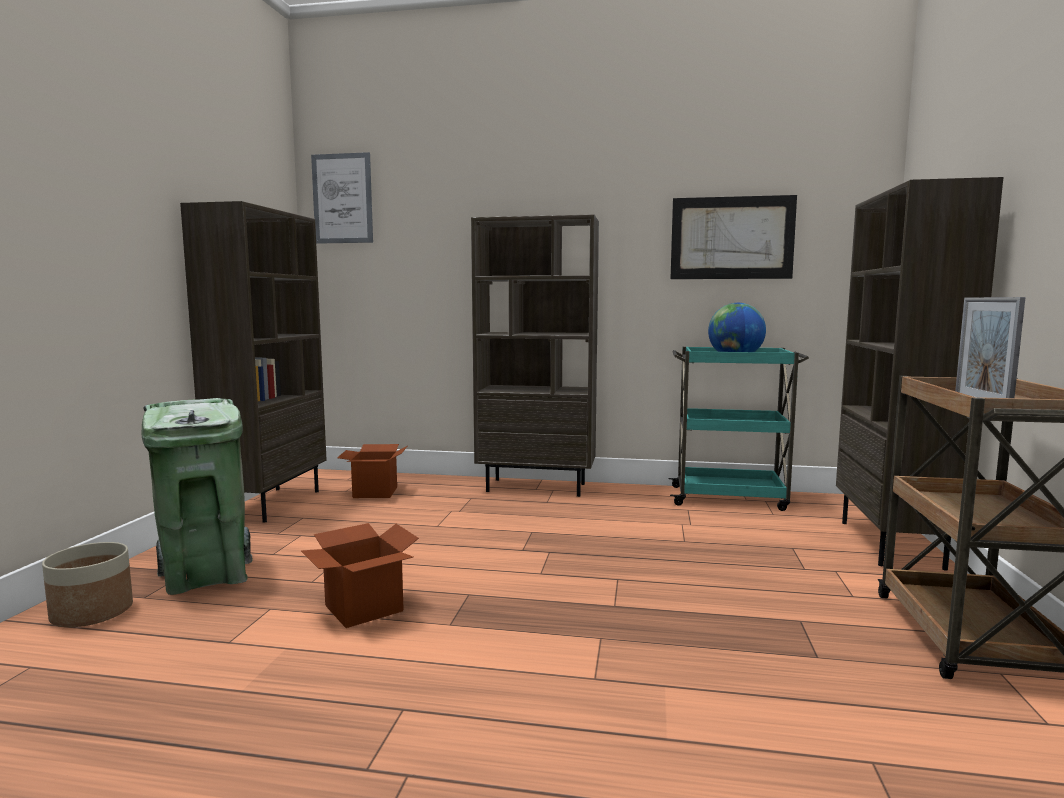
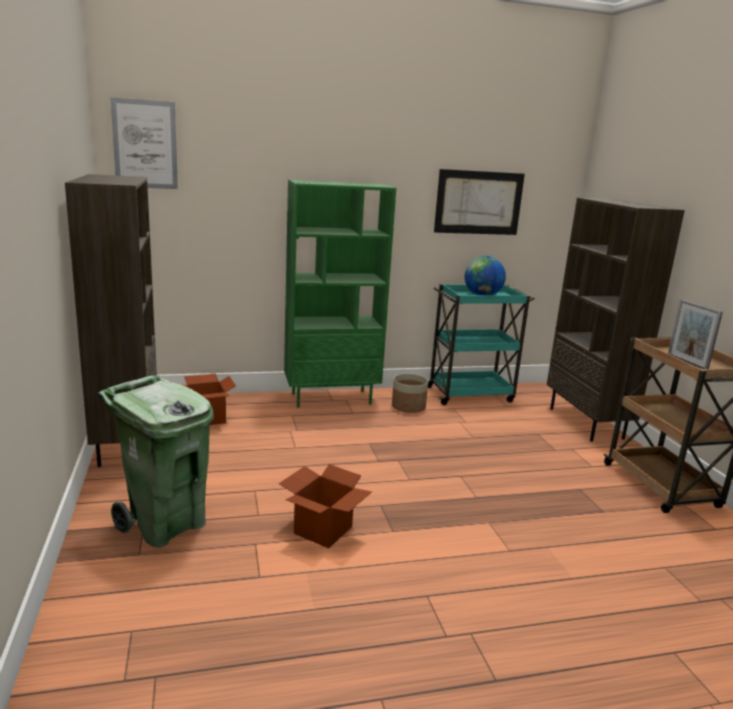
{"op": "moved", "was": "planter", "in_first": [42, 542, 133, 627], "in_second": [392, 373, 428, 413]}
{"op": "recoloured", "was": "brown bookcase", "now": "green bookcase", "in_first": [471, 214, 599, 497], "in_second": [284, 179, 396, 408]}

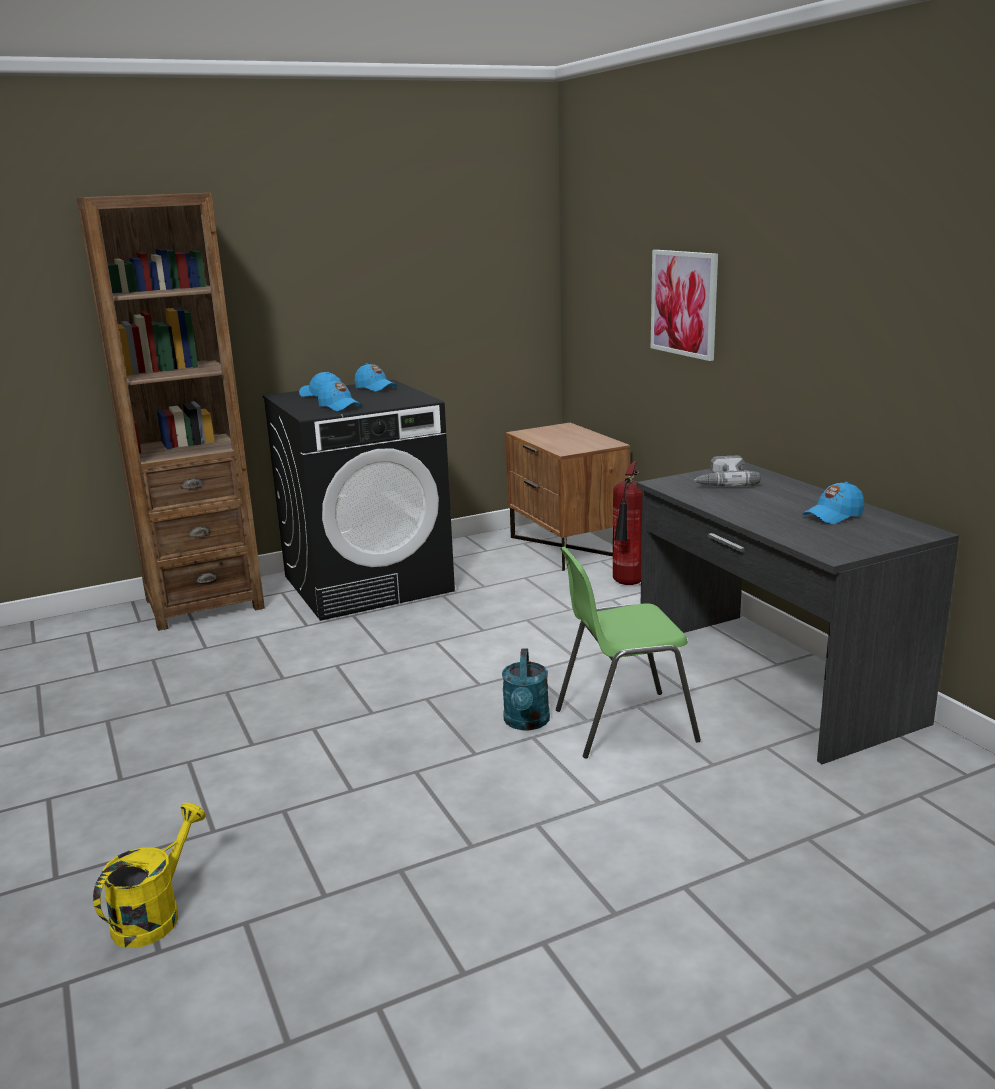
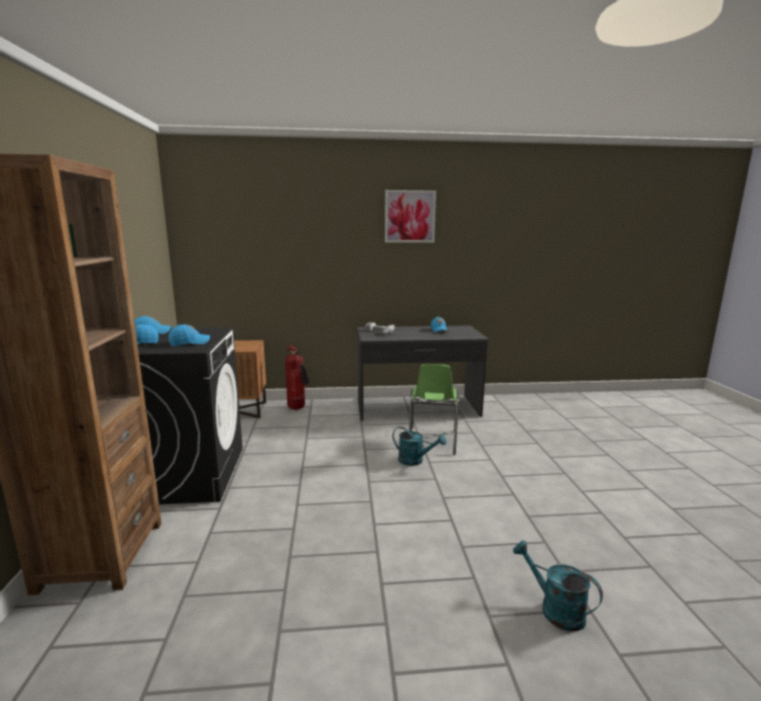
{"op": "recoloured", "was": "yellow watering can", "now": "turquoise watering can", "in_first": [93, 803, 206, 948], "in_second": [513, 541, 603, 631]}
{"op": "moved", "was": "picture", "in_first": [651, 250, 718, 361], "in_second": [385, 190, 436, 243]}

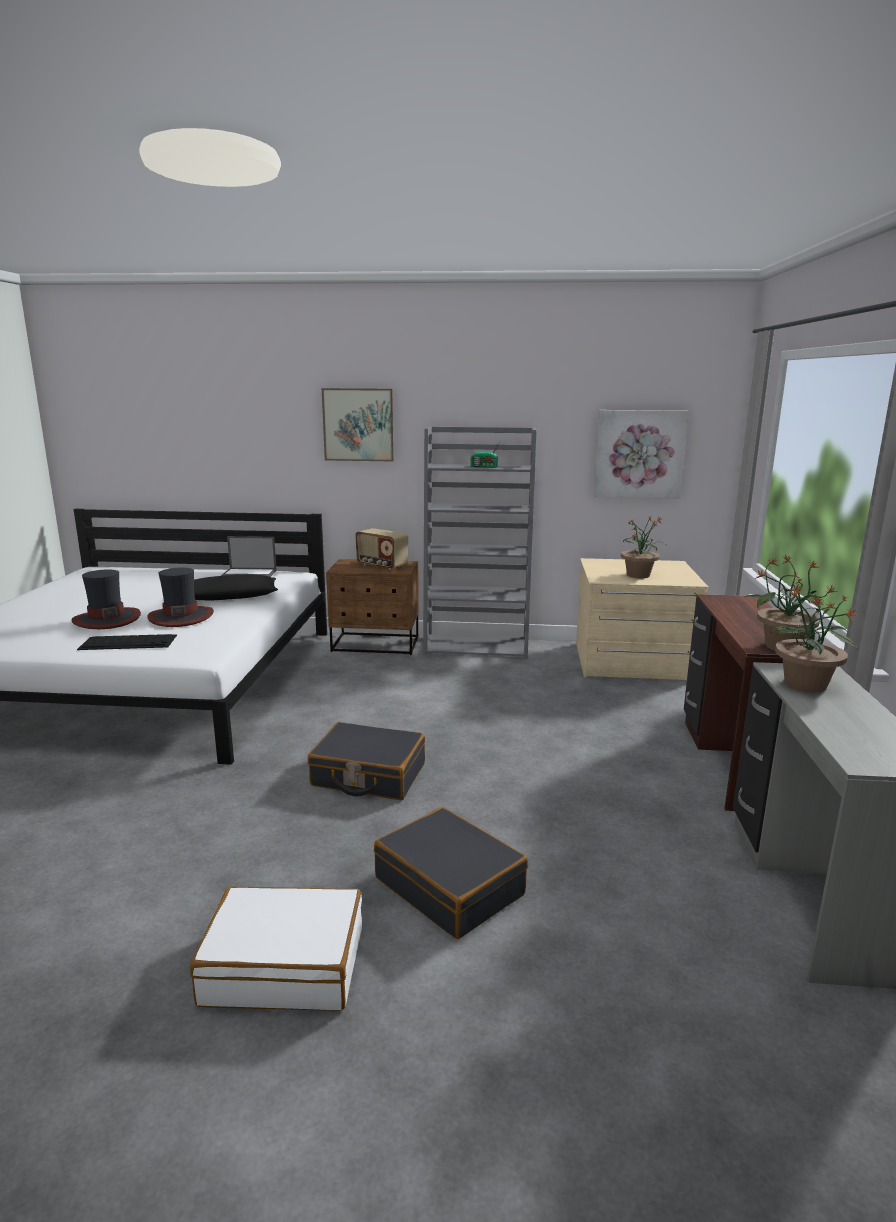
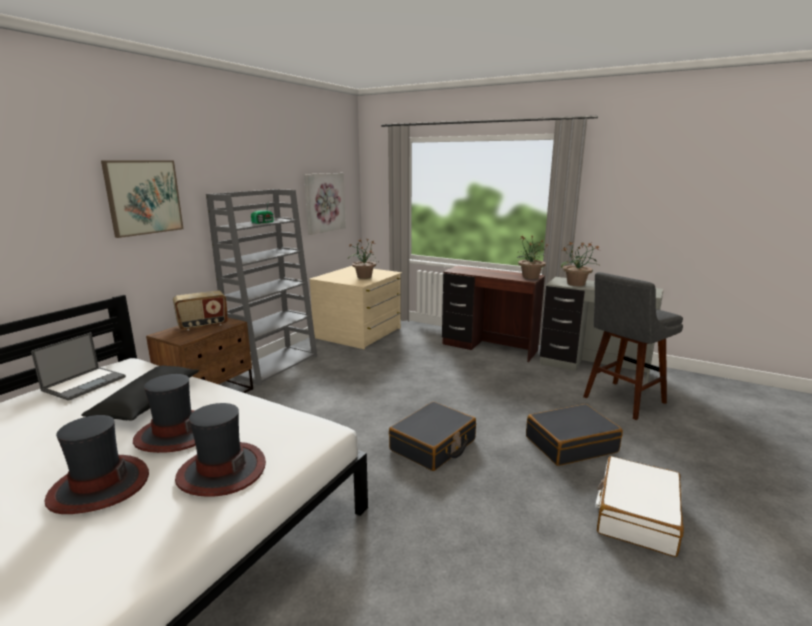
{"op": "replaced", "was": "keyboard", "now": "hat", "in_first": [77, 634, 177, 650], "in_second": [175, 403, 266, 497]}
{"op": "added", "now": "grey stool", "in_second": [583, 272, 683, 420]}

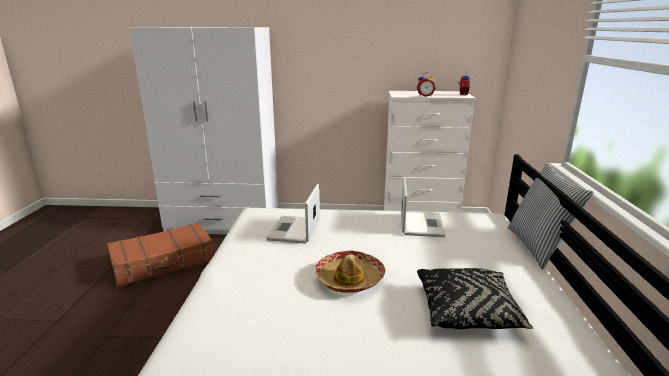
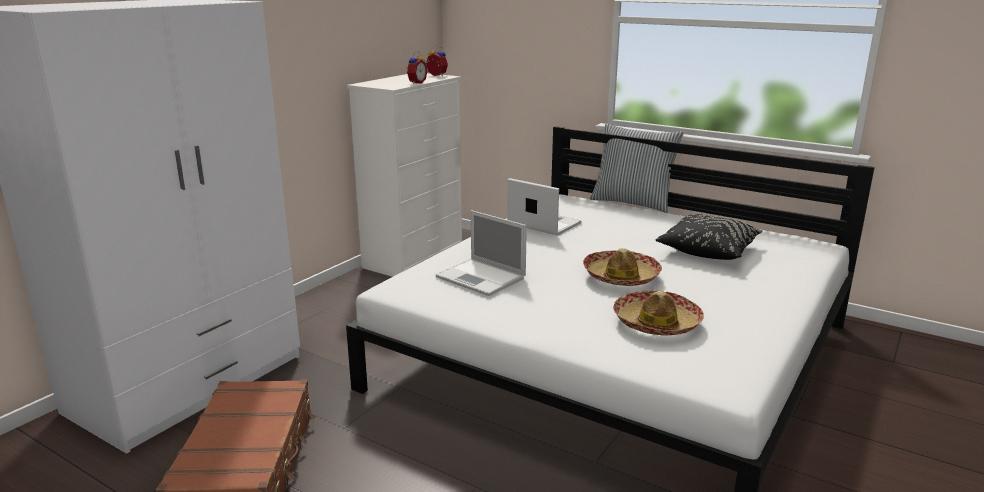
{"op": "added", "now": "hat", "in_second": [613, 291, 704, 335]}

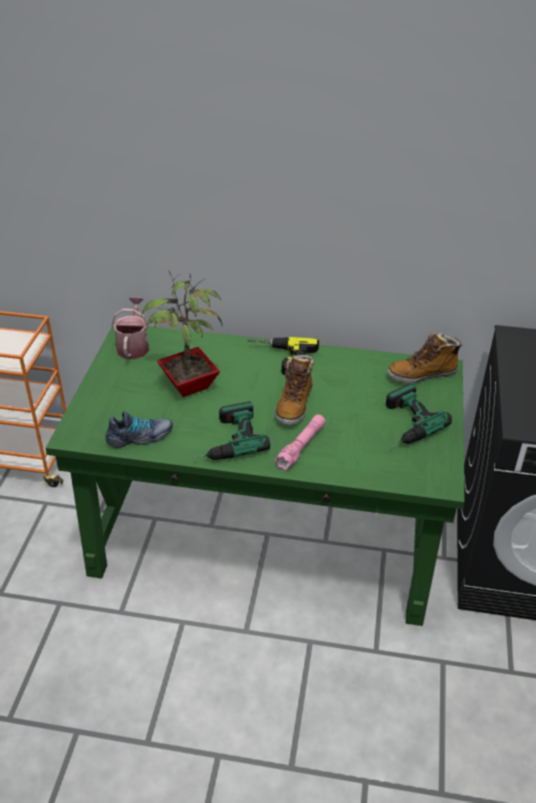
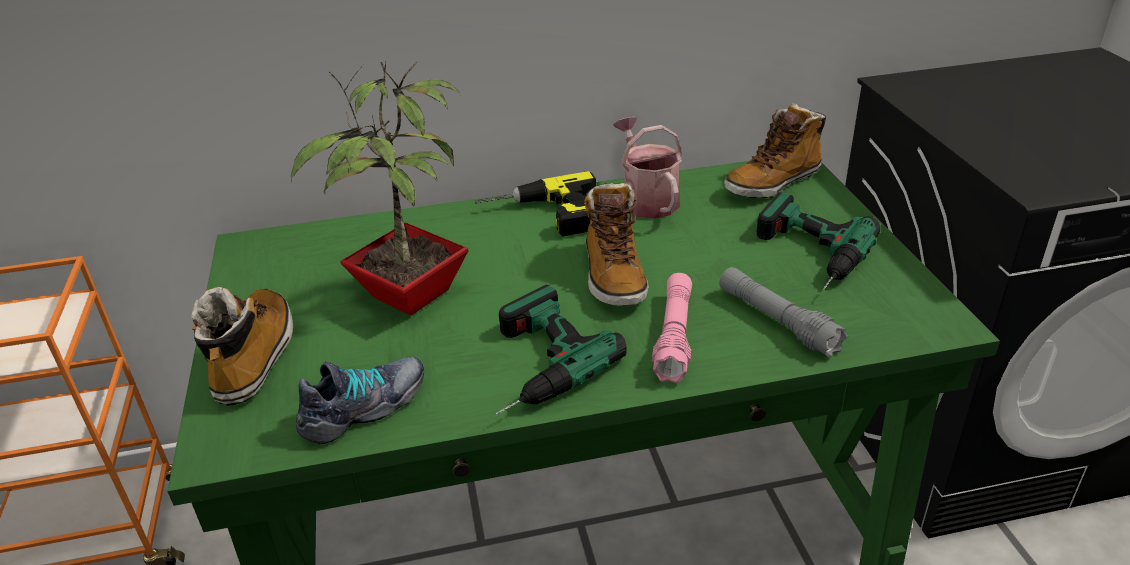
{"op": "moved", "was": "watering can", "in_first": [112, 297, 149, 359], "in_second": [613, 117, 683, 219]}
{"op": "added", "now": "boot", "in_second": [192, 286, 293, 406]}
{"op": "added", "now": "grey flashlight", "in_second": [719, 267, 848, 358]}

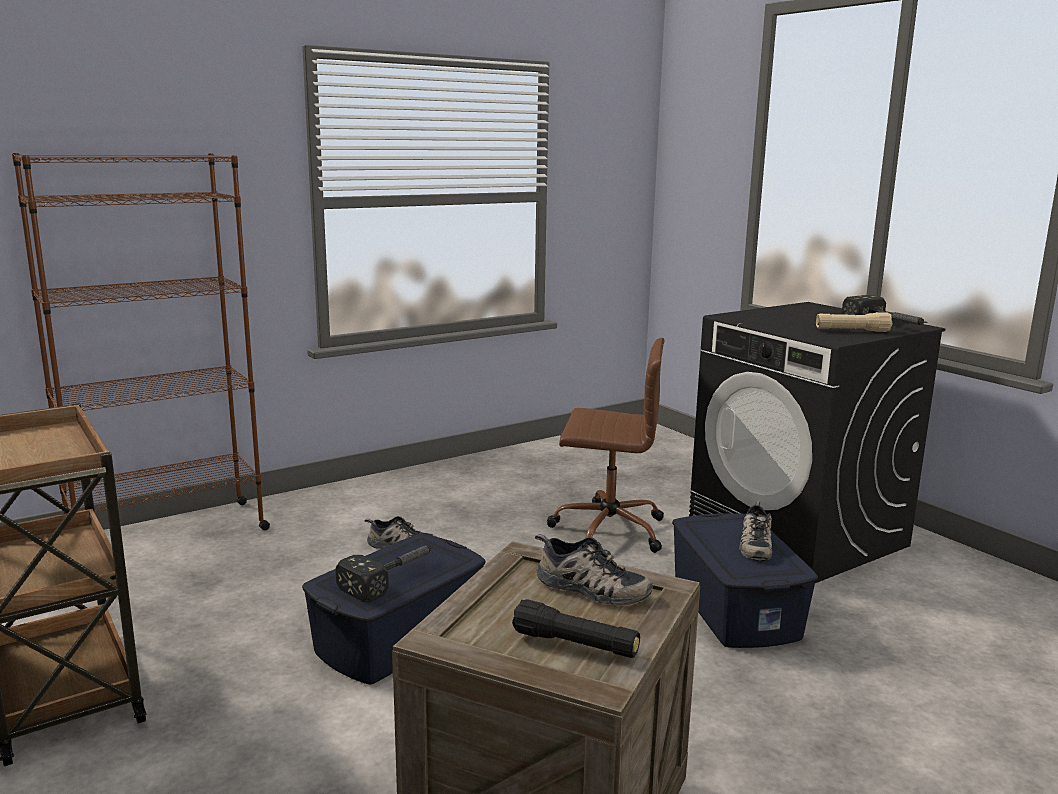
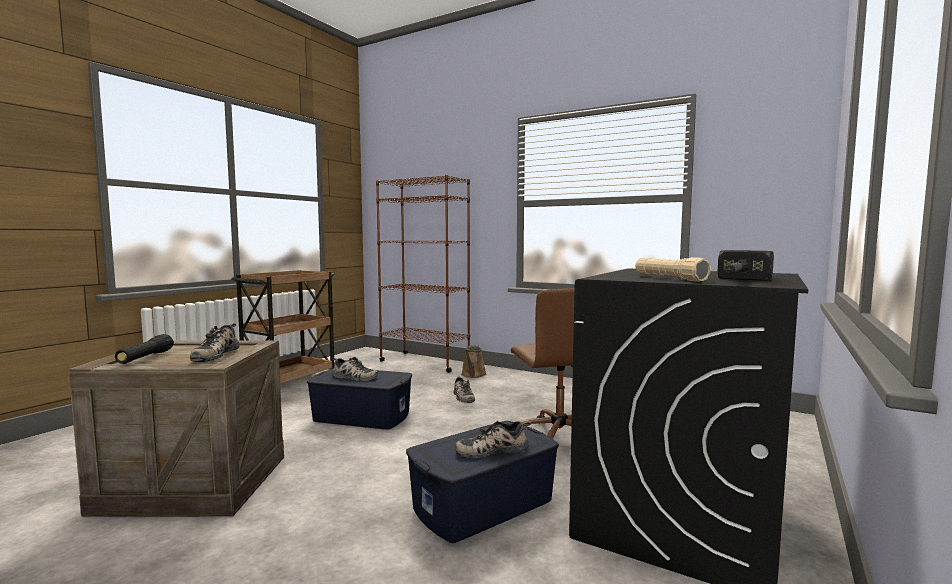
{"op": "replaced", "was": "hammer", "now": "shoe", "in_first": [336, 545, 434, 602], "in_second": [332, 357, 378, 381]}
{"op": "added", "now": "brown watering can", "in_second": [461, 345, 486, 378]}

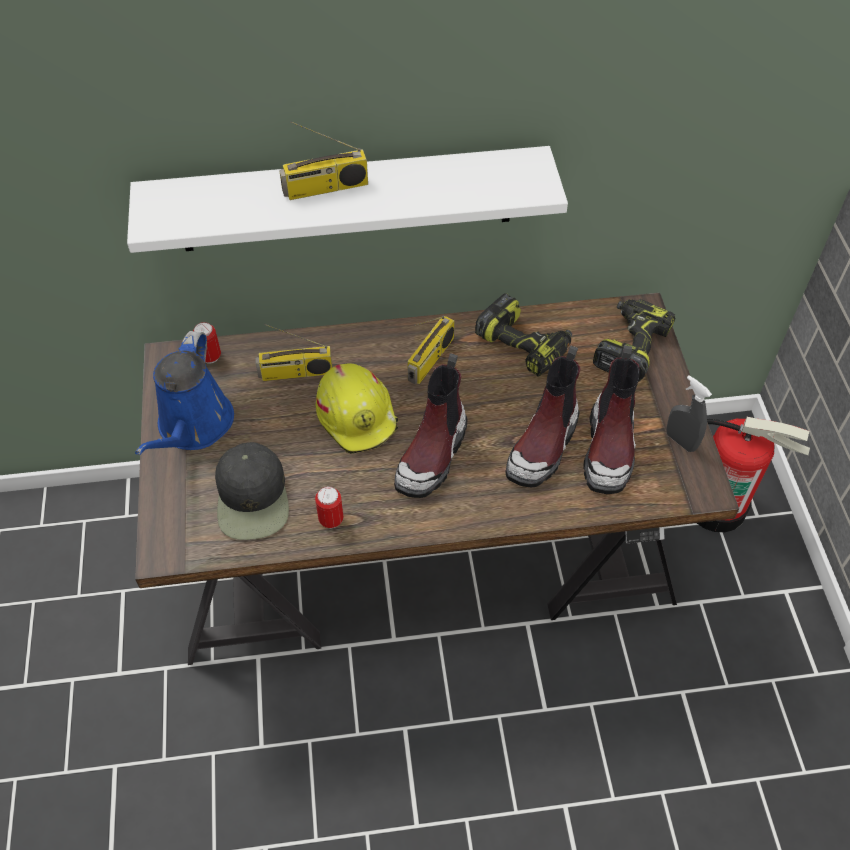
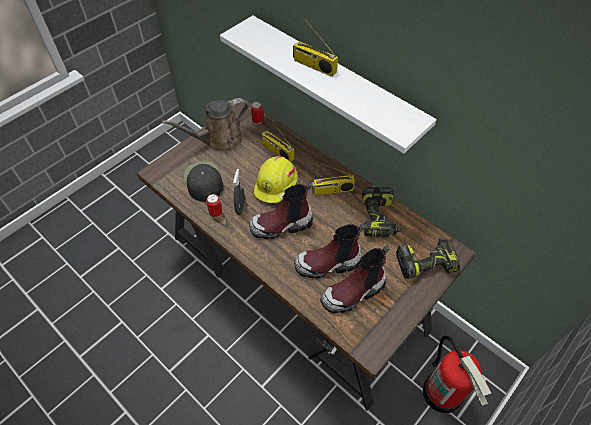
{"op": "recoloured", "was": "blue watering can", "now": "brown watering can", "in_first": [135, 331, 234, 455], "in_second": [162, 98, 248, 151]}
{"op": "turned", "was": "black cap", "in_first": [215, 442, 289, 540], "in_second": [184, 161, 223, 202], "clockwise": 120}
{"op": "moved", "was": "grey spray bottle", "in_first": [666, 375, 712, 452], "in_second": [233, 169, 245, 215]}

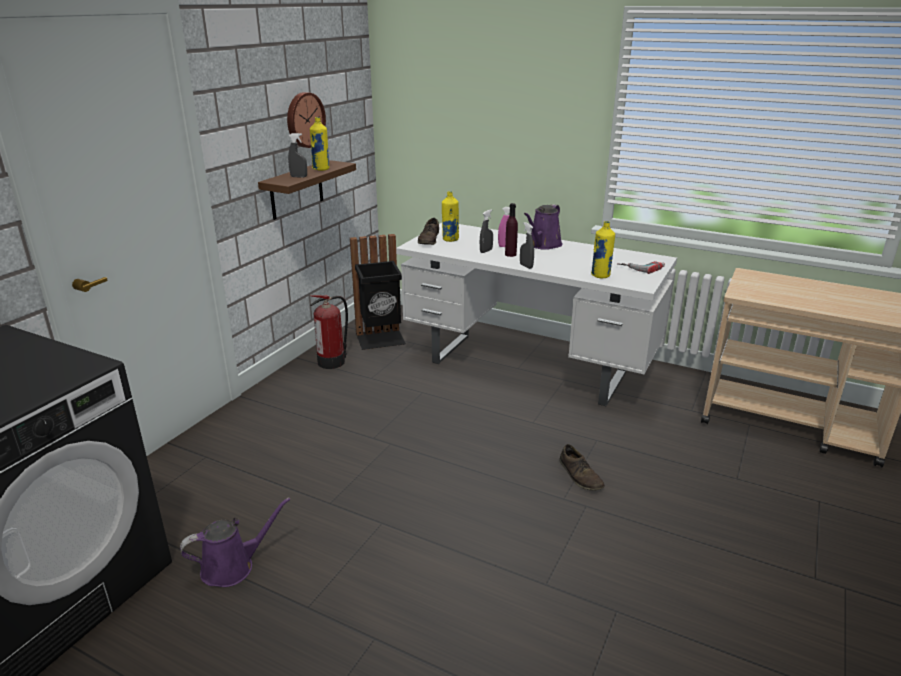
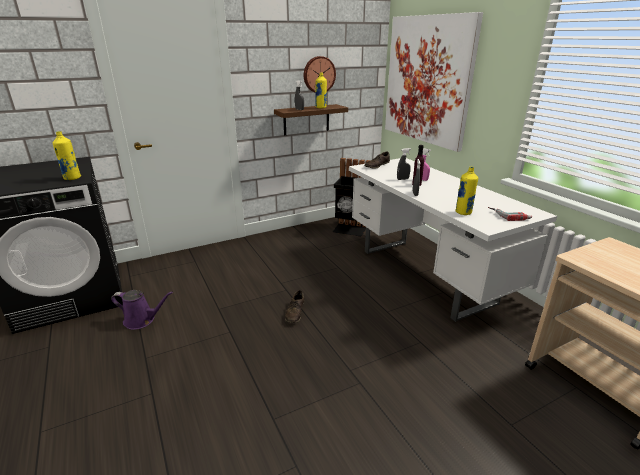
{"op": "removed", "was": "fire extinguisher", "in_first": [310, 295, 348, 369]}
{"op": "moved", "was": "yellow bottle", "in_first": [442, 191, 459, 242], "in_second": [53, 131, 81, 180]}
{"op": "removed", "was": "purple watering can", "in_first": [524, 204, 563, 250]}
{"op": "moved", "was": "brown shoe", "in_first": [559, 444, 605, 491], "in_second": [285, 290, 304, 323]}
{"op": "added", "now": "picture", "in_second": [385, 12, 483, 152]}

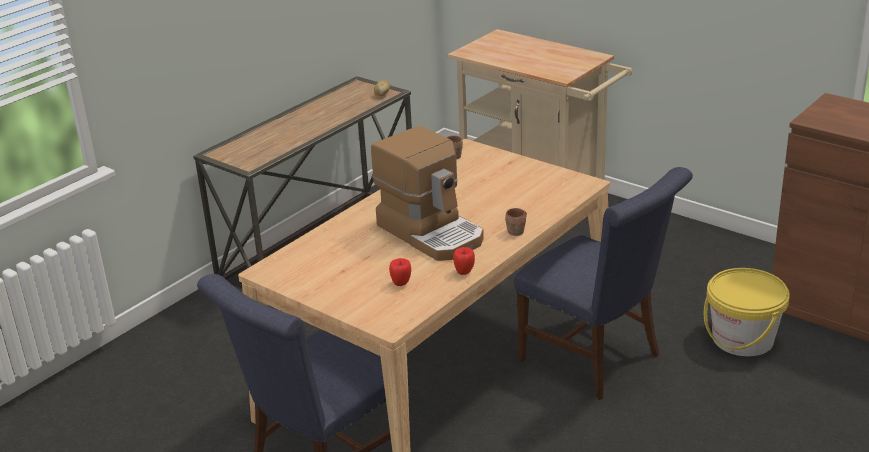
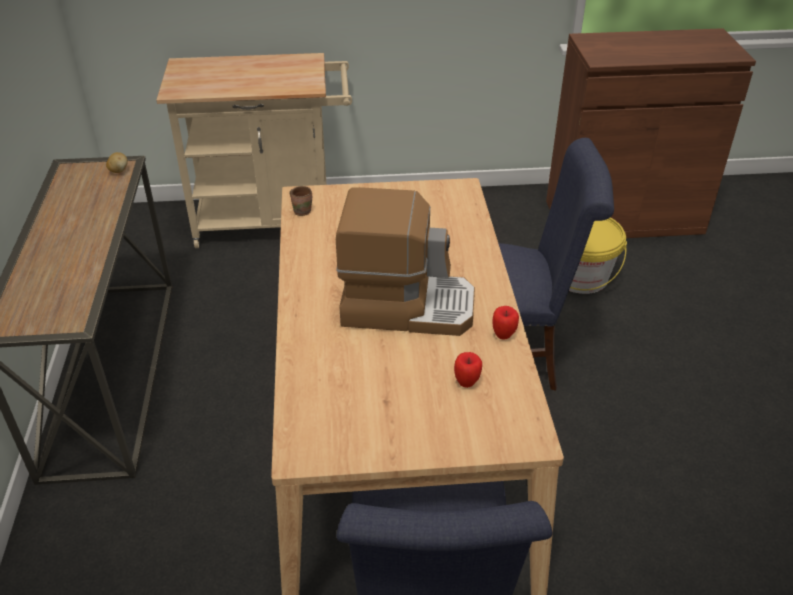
{"op": "removed", "was": "brown mug", "in_first": [505, 208, 527, 236]}

